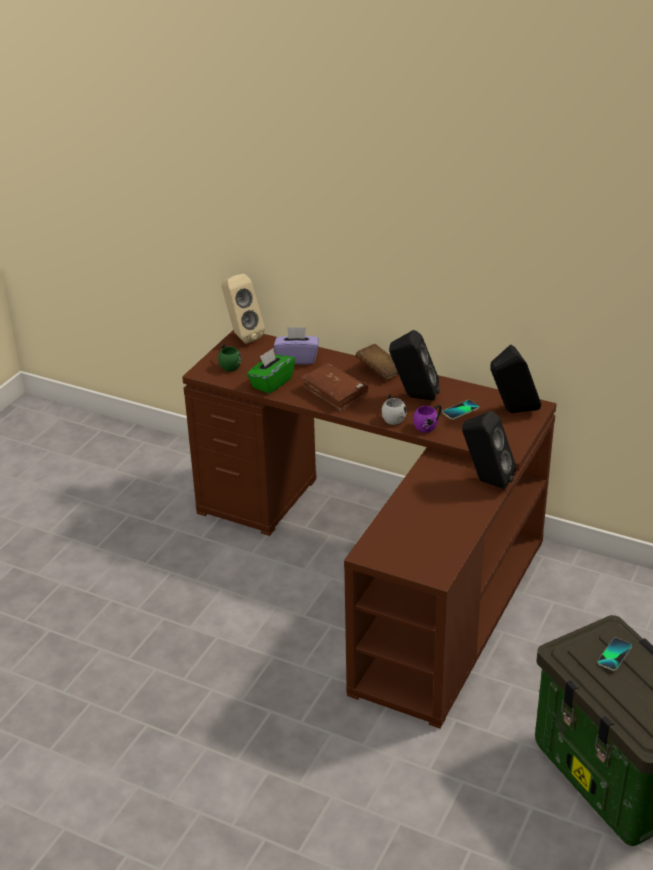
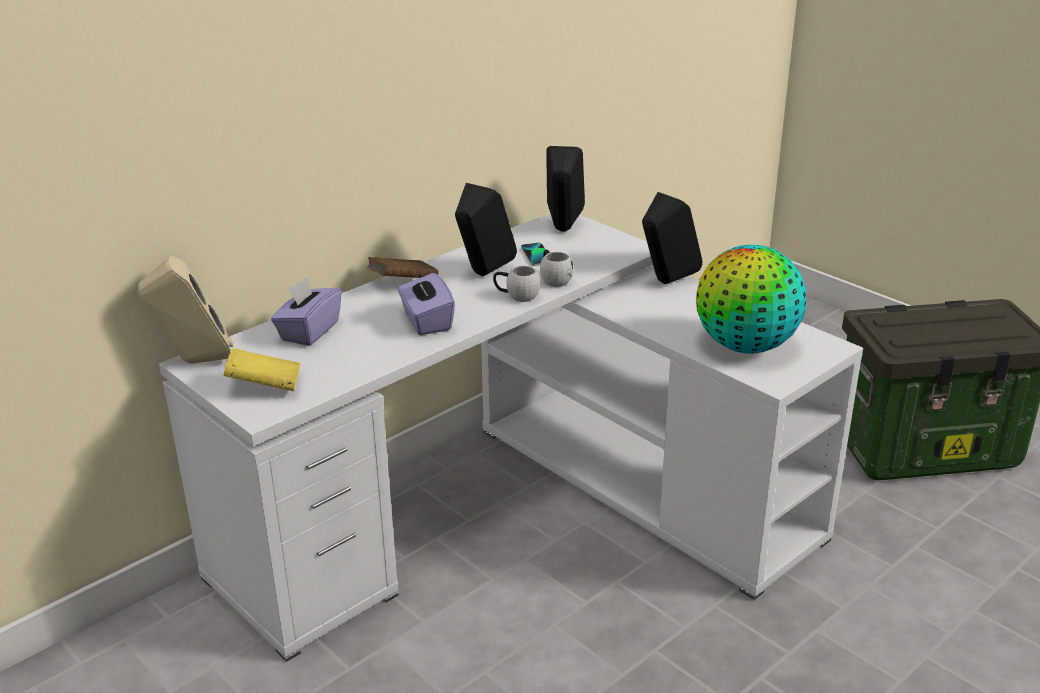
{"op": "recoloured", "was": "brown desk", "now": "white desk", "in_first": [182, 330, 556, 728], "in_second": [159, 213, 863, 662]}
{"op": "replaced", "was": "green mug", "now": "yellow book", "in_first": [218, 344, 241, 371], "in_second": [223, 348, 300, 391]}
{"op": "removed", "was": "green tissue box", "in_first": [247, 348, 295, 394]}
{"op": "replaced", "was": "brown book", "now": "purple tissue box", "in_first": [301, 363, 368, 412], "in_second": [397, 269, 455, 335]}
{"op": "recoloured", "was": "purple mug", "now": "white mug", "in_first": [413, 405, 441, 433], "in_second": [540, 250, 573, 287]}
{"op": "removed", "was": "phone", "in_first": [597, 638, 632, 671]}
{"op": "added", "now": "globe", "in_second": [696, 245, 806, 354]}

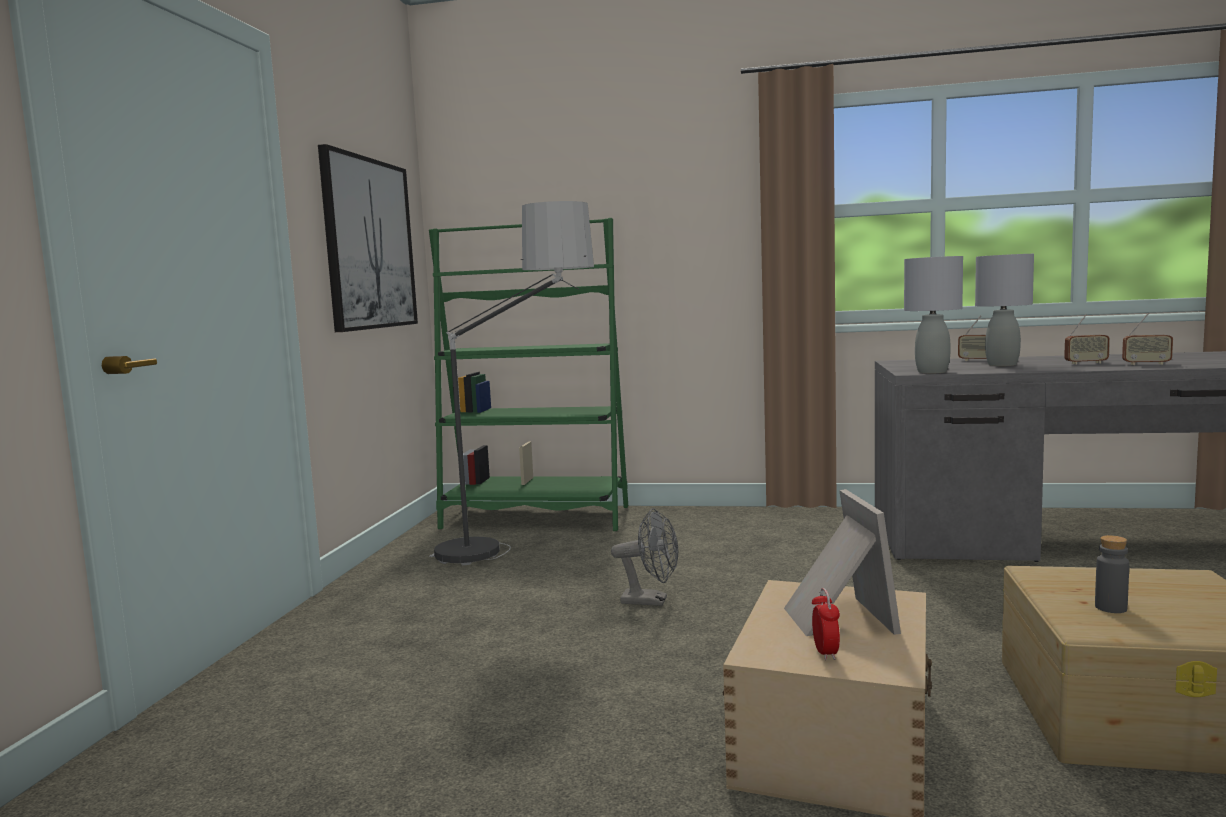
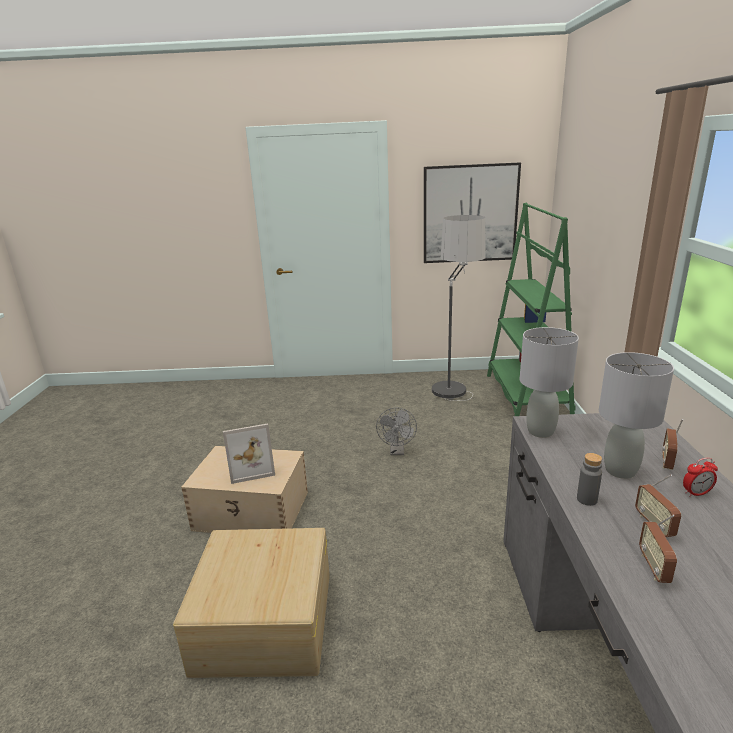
{"op": "moved", "was": "alarm clock", "in_first": [812, 588, 840, 660], "in_second": [683, 458, 718, 497]}
{"op": "moved", "was": "grey bottle", "in_first": [1095, 535, 1129, 613], "in_second": [577, 453, 602, 506]}

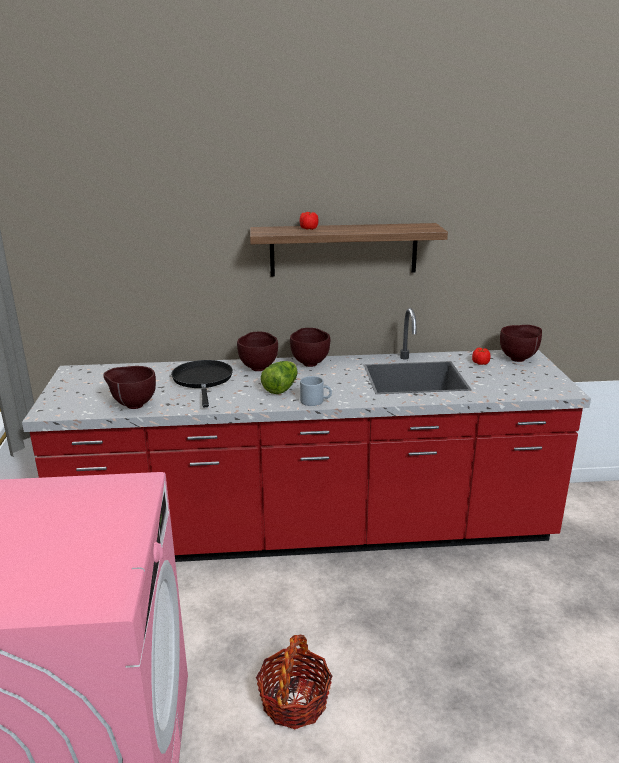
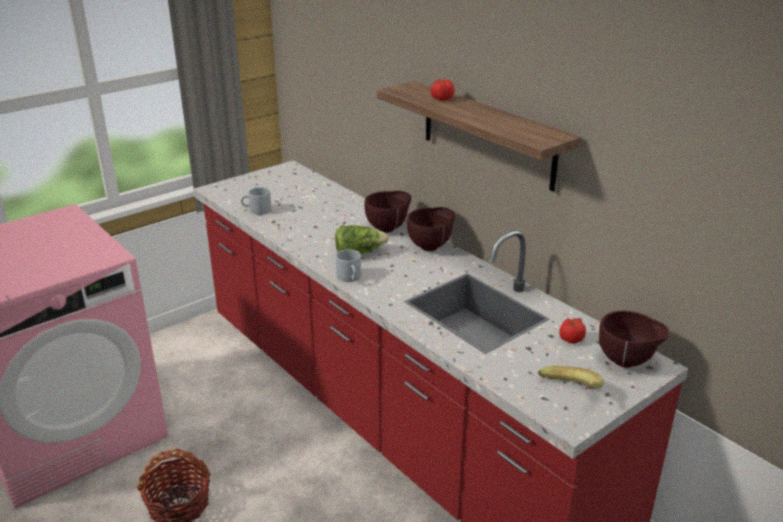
{"op": "replaced", "was": "brown bowl", "now": "grey mug", "in_first": [103, 366, 156, 409], "in_second": [241, 187, 271, 215]}
{"op": "removed", "was": "black frying pan", "in_first": [171, 360, 233, 407]}
{"op": "added", "now": "banana", "in_second": [538, 366, 604, 389]}

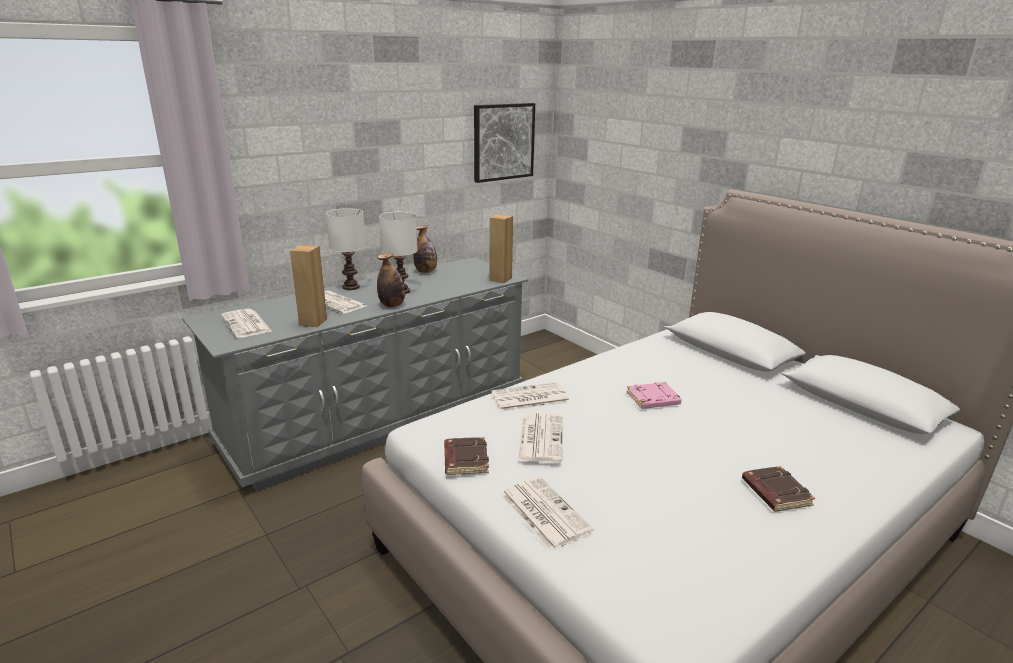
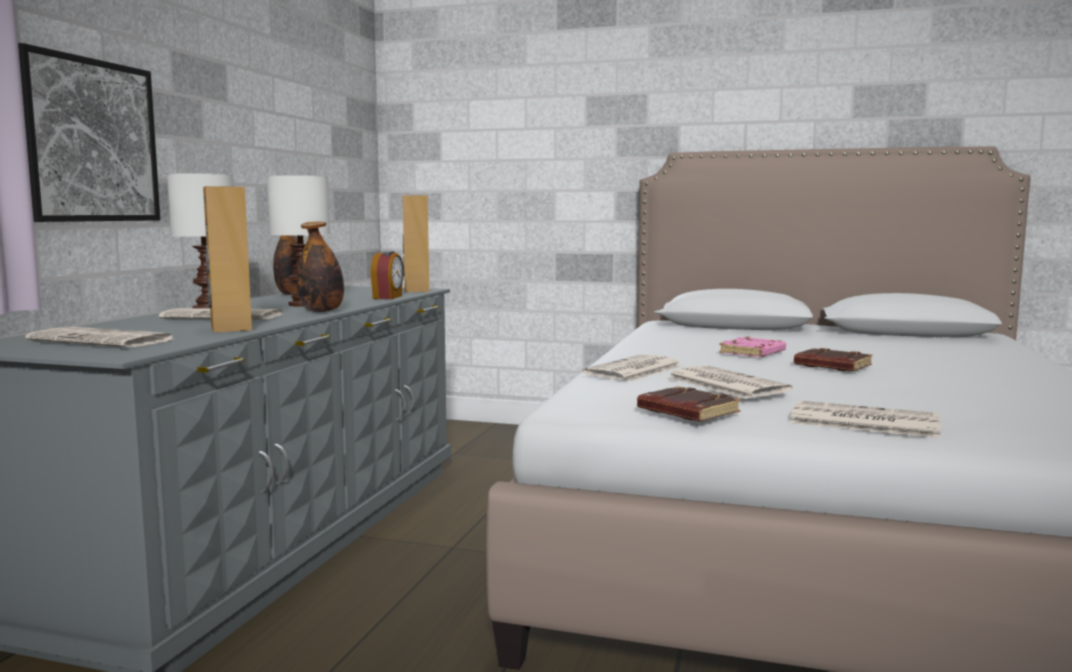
{"op": "moved", "was": "picture", "in_first": [474, 103, 535, 183], "in_second": [18, 43, 160, 222]}
{"op": "moved", "was": "brown book", "in_first": [742, 466, 815, 512], "in_second": [794, 348, 872, 371]}
{"op": "added", "now": "alarm clock", "in_second": [370, 251, 404, 299]}

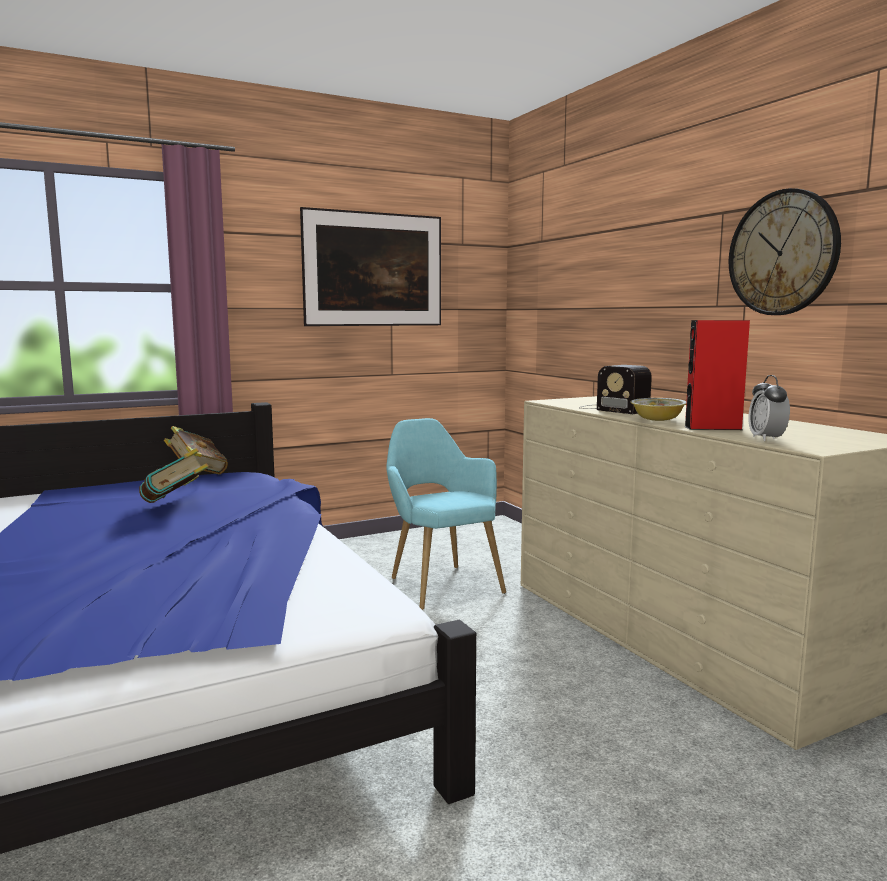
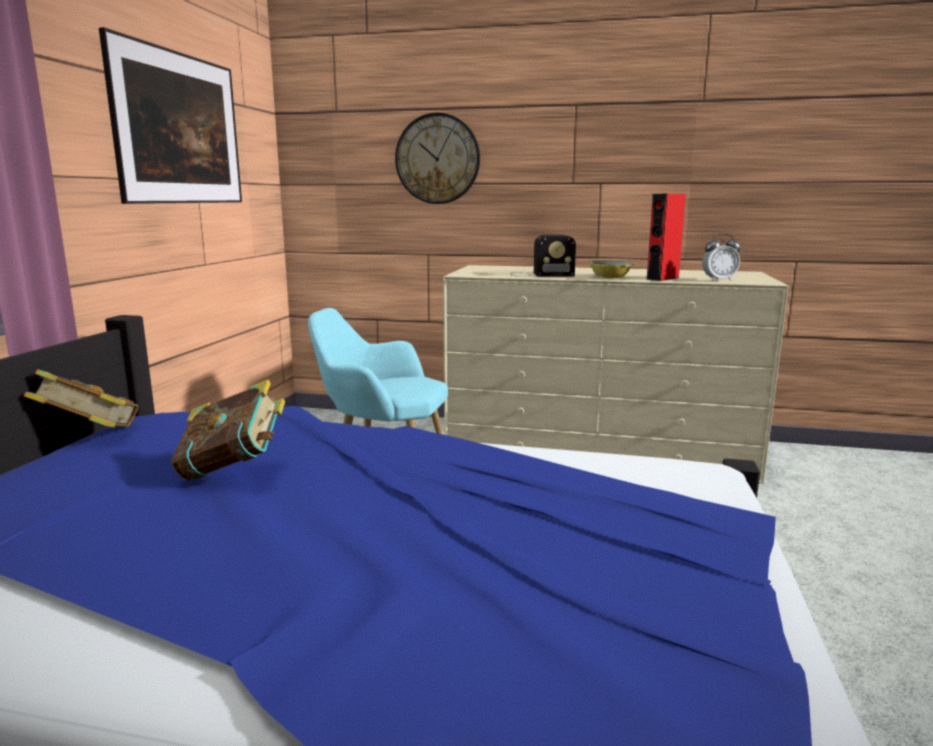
{"op": "moved", "was": "wall clock", "in_first": [729, 188, 841, 315], "in_second": [395, 112, 480, 204]}
{"op": "turned", "was": "alarm clock", "in_first": [748, 375, 790, 441], "in_second": [702, 234, 740, 281], "clockwise": -45}

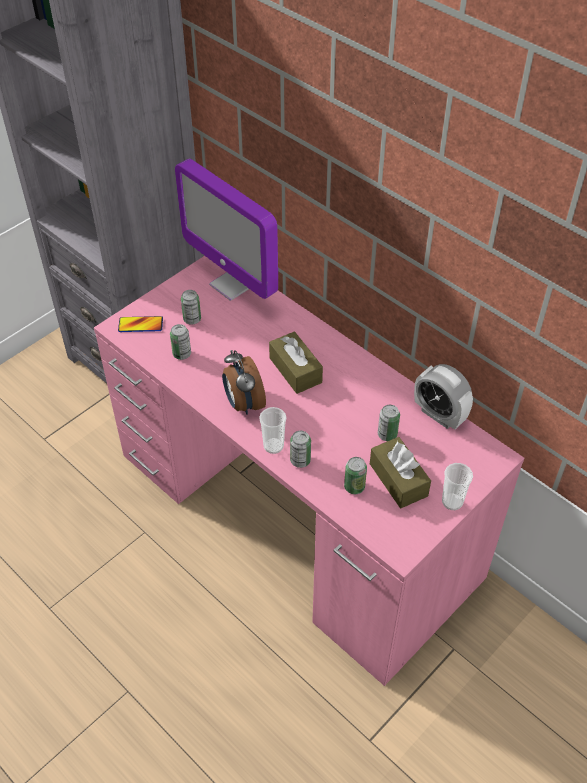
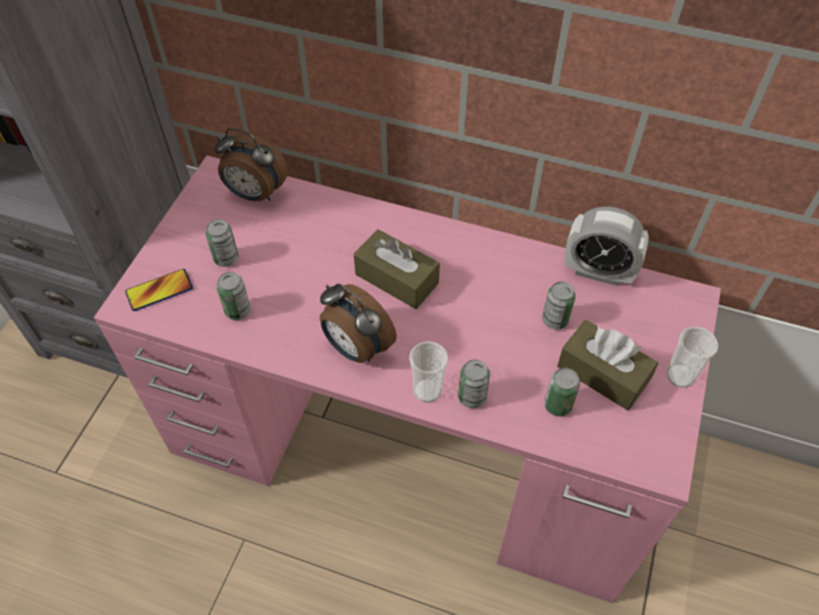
{"op": "replaced", "was": "monitor", "now": "alarm clock", "in_first": [175, 159, 278, 301], "in_second": [215, 128, 288, 201]}

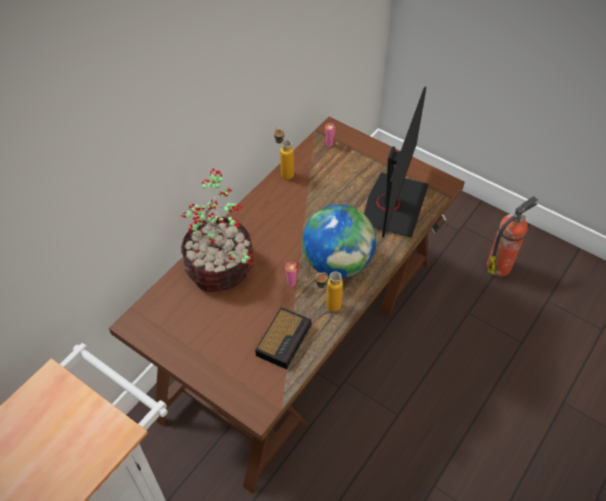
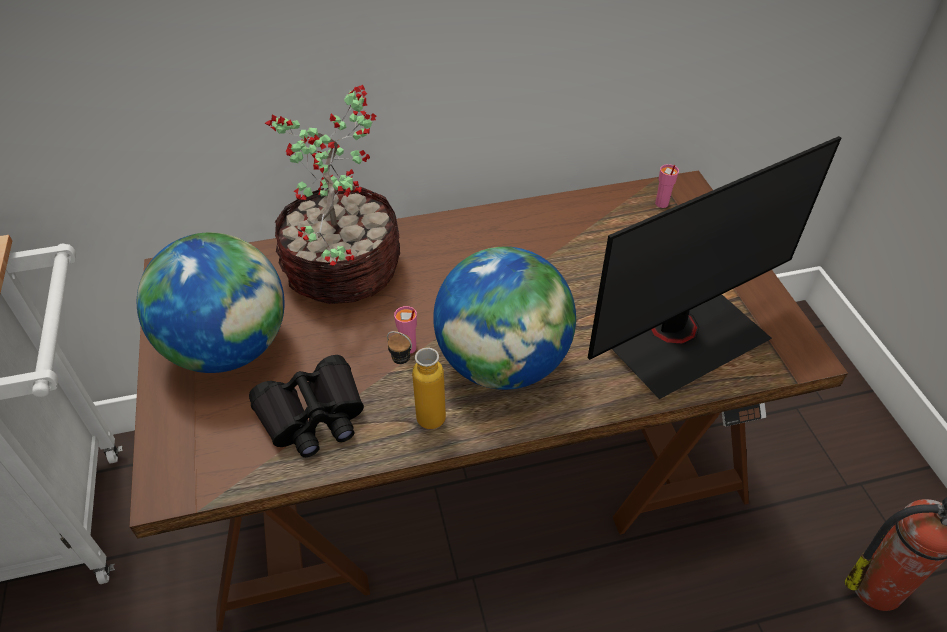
{"op": "replaced", "was": "alarm clock", "now": "black binoculars", "in_first": [255, 307, 311, 369], "in_second": [249, 355, 364, 457]}
{"op": "removed", "was": "bottle", "in_first": [274, 127, 294, 180]}
{"op": "added", "now": "globe", "in_second": [137, 232, 284, 373]}

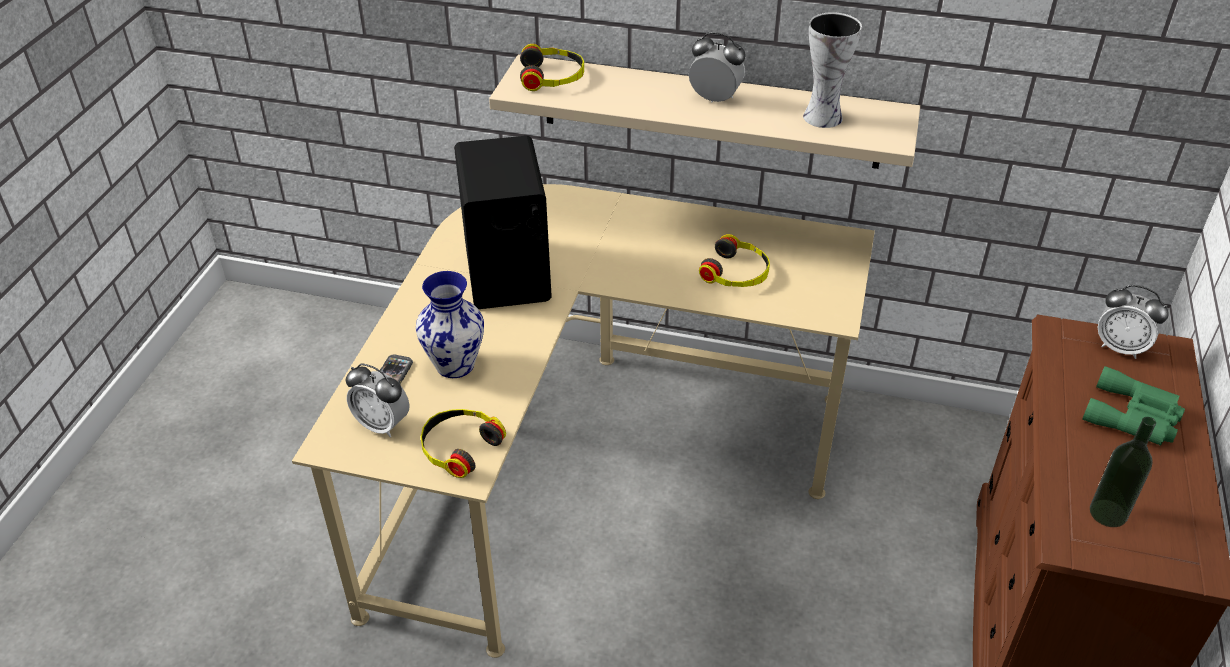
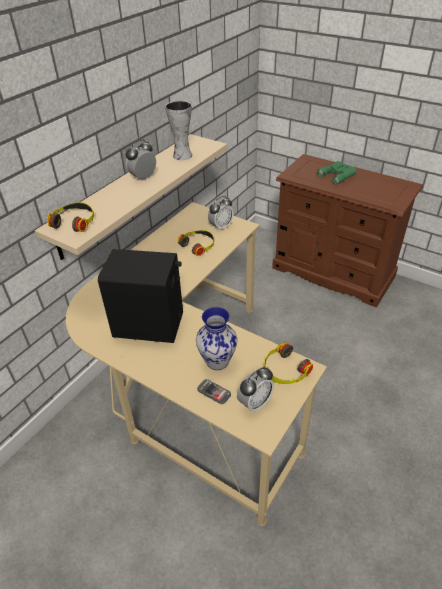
{"op": "removed", "was": "bottle", "in_first": [1090, 417, 1156, 527]}
{"op": "moved", "was": "alarm clock", "in_first": [1098, 285, 1169, 359], "in_second": [208, 196, 234, 231]}

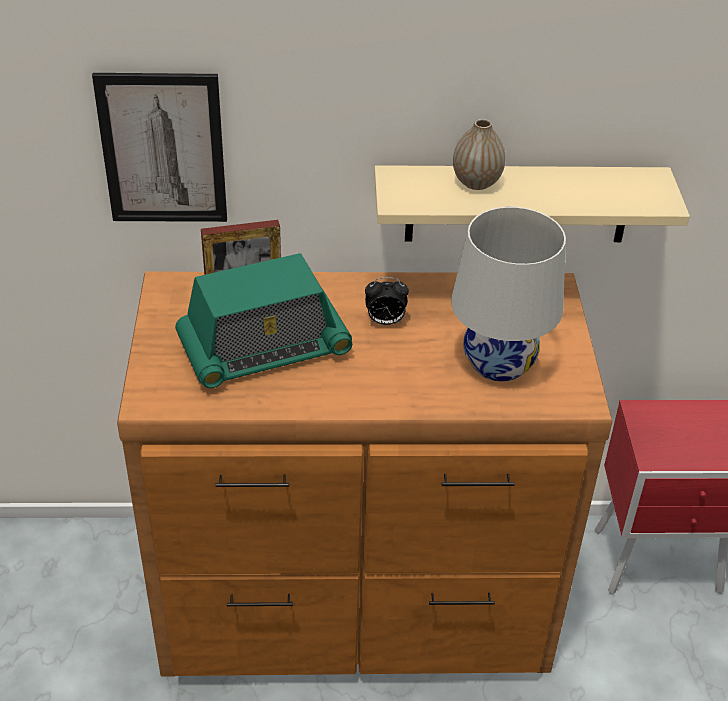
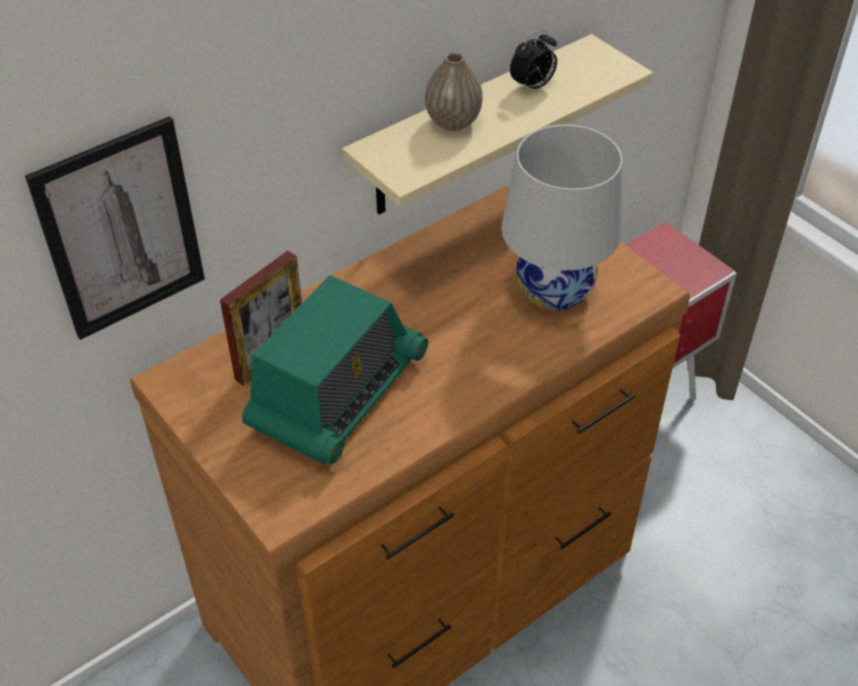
{"op": "moved", "was": "alarm clock", "in_first": [365, 277, 409, 325], "in_second": [510, 30, 557, 93]}

